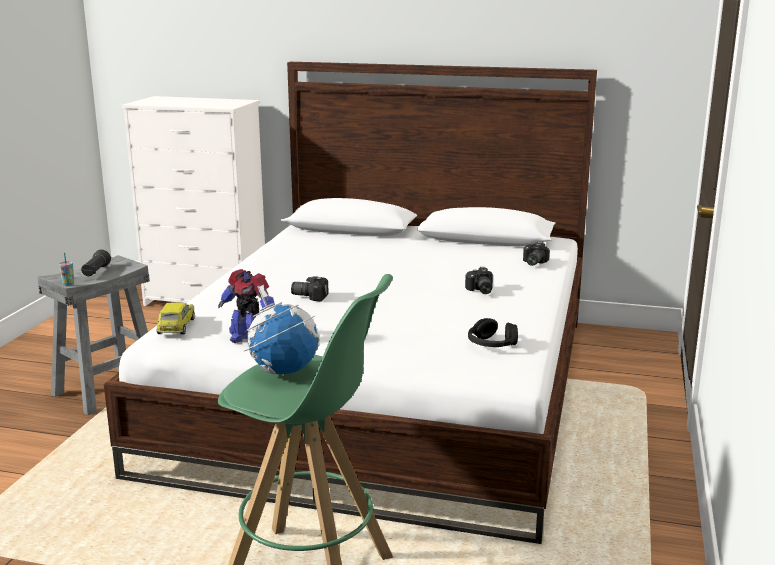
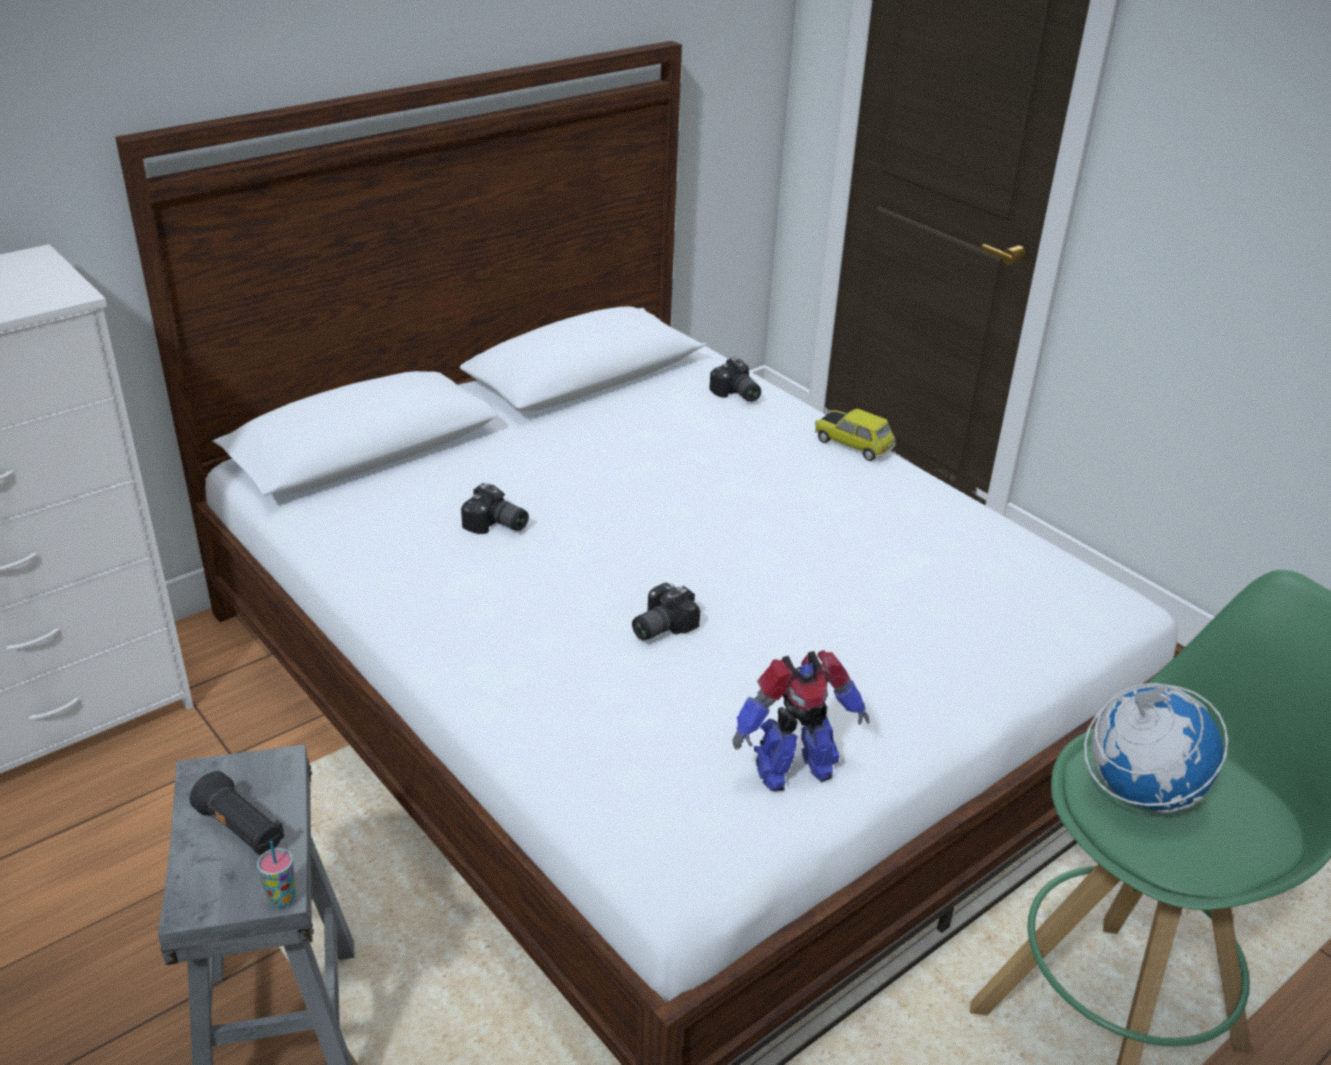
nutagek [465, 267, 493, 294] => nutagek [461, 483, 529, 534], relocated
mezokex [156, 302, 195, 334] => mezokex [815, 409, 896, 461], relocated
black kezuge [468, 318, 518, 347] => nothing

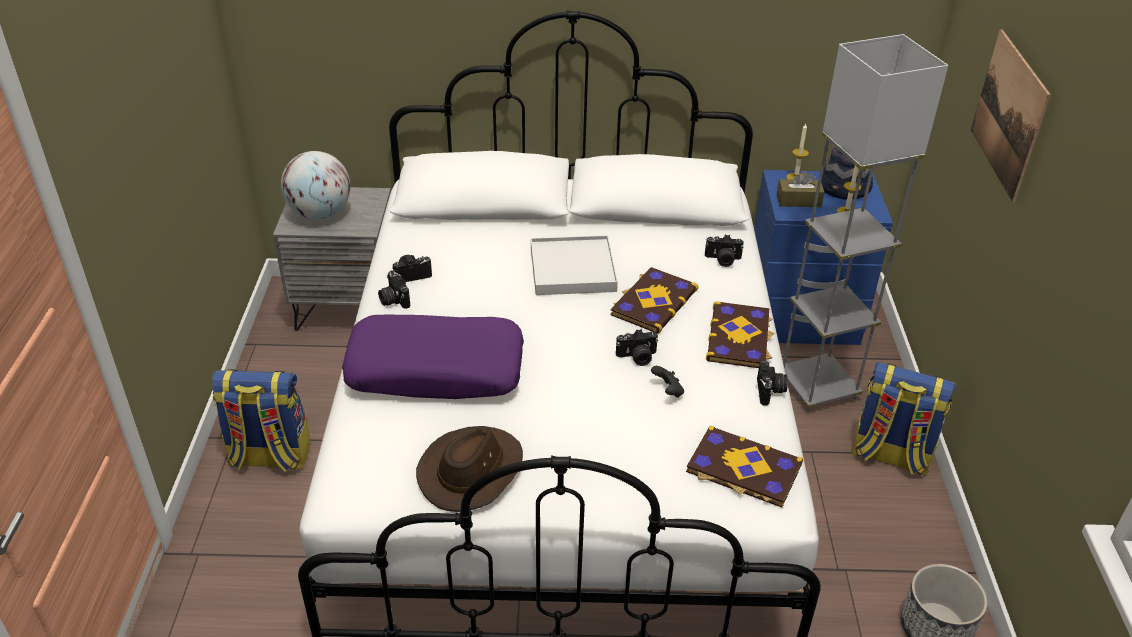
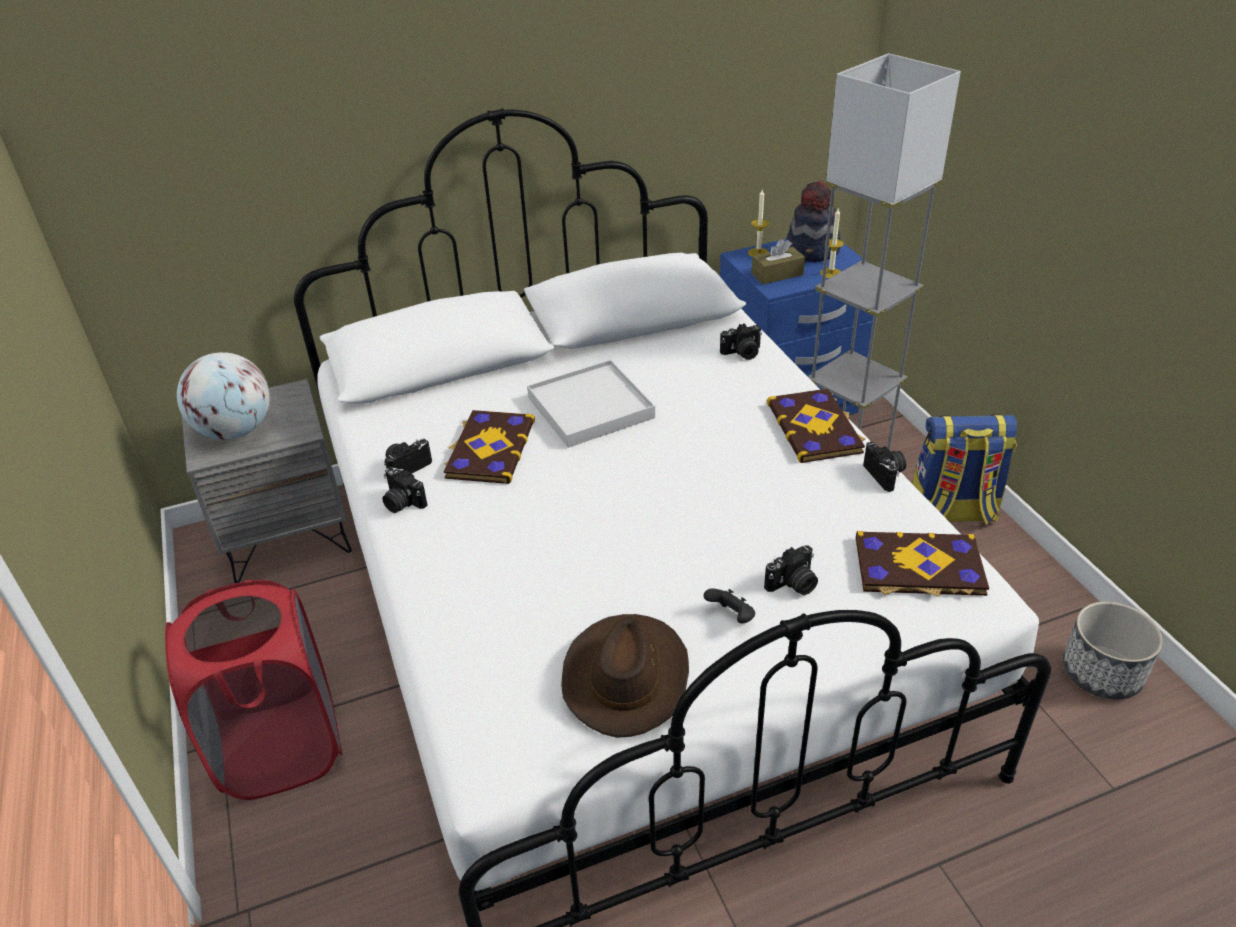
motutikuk [971, 29, 1051, 202] => nothing
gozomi [610, 267, 698, 334] => gozomi [444, 410, 535, 484], relocated
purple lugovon [342, 315, 524, 399] => nothing
nutagek [616, 329, 658, 366] => nutagek [764, 545, 818, 595], relocated
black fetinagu [651, 366, 684, 398] => black fetinagu [704, 588, 755, 623], relocated
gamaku [212, 369, 311, 472] => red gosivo [165, 580, 342, 800]

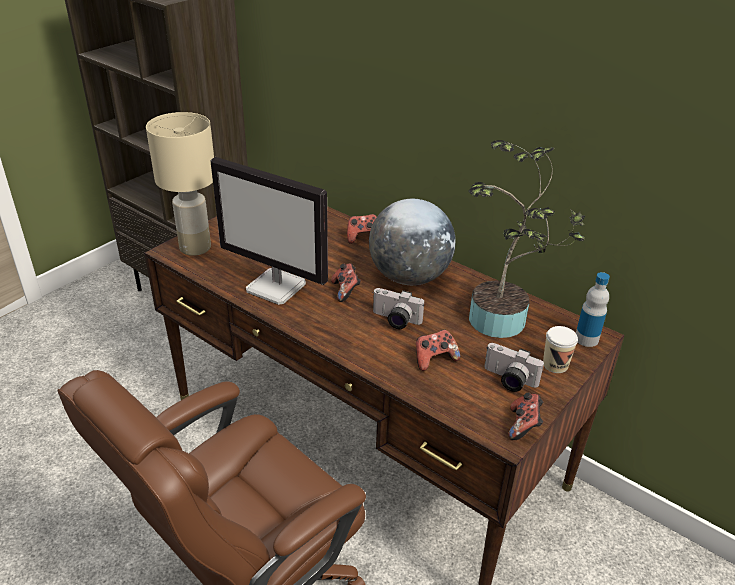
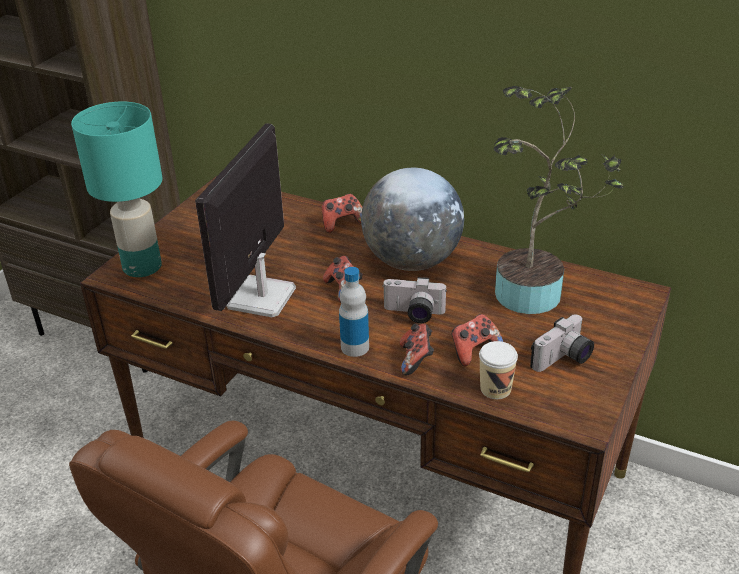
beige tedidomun [146, 112, 214, 256] => turquoise tedidomun [71, 102, 163, 277]
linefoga [210, 157, 328, 305] => linefoga [195, 123, 296, 317], 90 degrees clockwise
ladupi [576, 272, 610, 347] => ladupi [339, 267, 369, 357], relocated
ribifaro [543, 326, 578, 373] => ribifaro [479, 341, 518, 399], relocated
nutagek [484, 343, 544, 392] => nutagek [530, 315, 594, 372], 60 degrees counterclockwise
fetinagu [508, 392, 543, 440] => fetinagu [400, 323, 434, 375], relocated

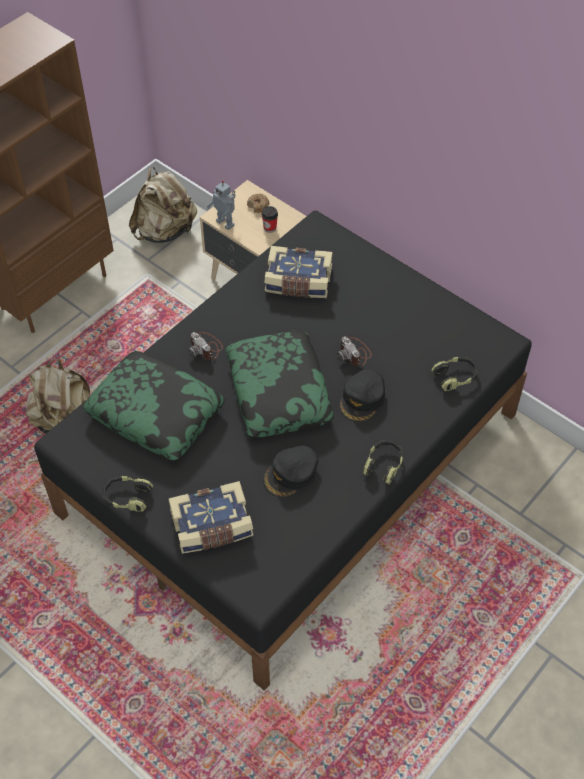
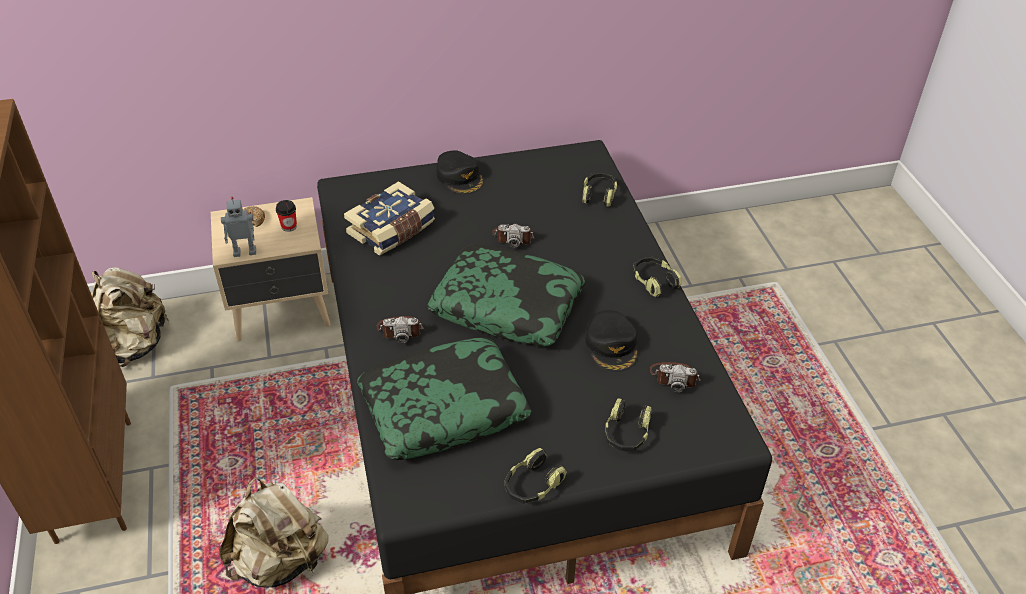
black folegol [339, 369, 386, 422] => black folegol [436, 150, 484, 195], relocated
gozomi [168, 481, 253, 554] => kezuge [605, 398, 651, 451]
nothing => nutagek [650, 362, 700, 393]

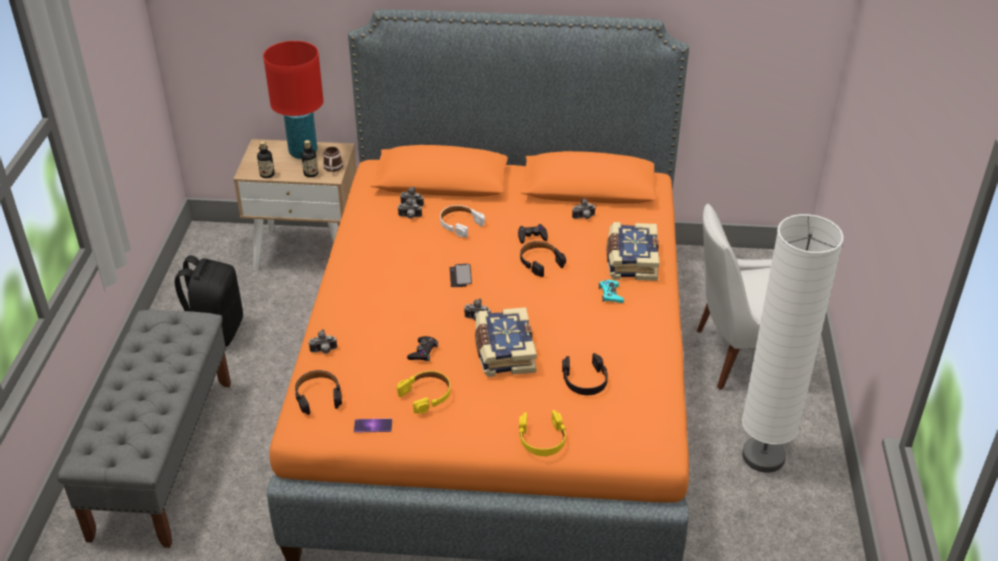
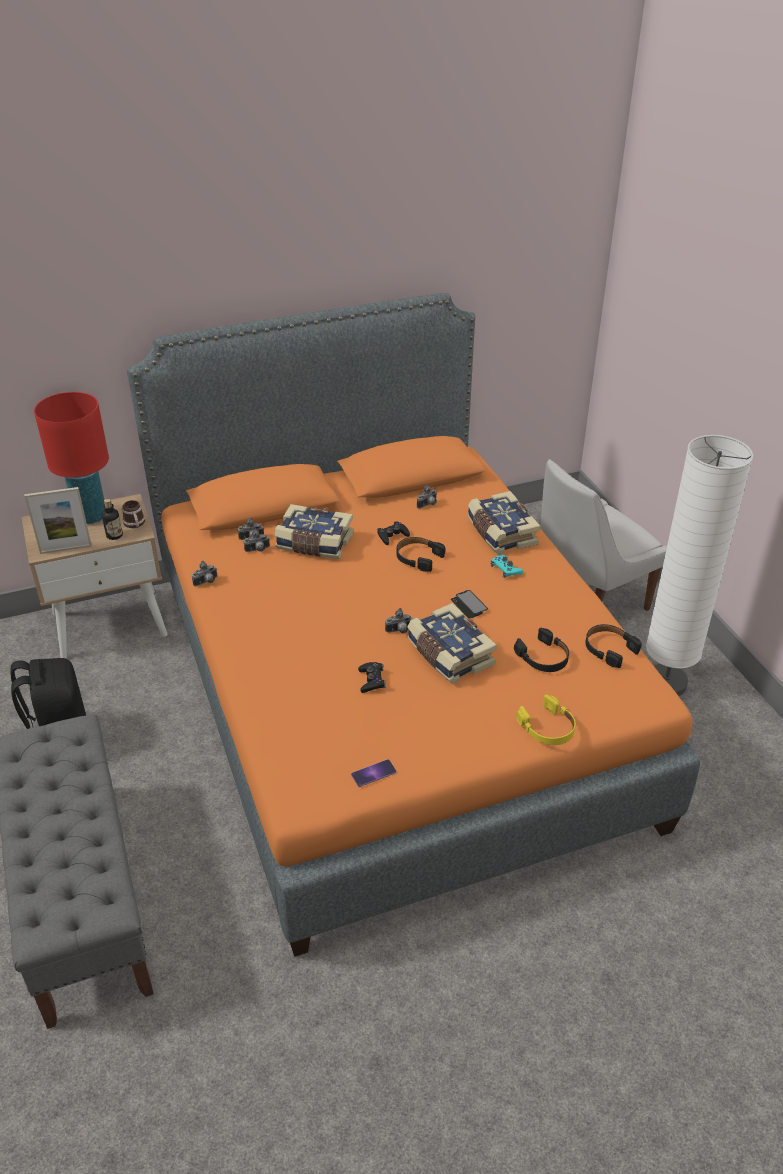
ladupi [257, 141, 275, 178] => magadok [25, 487, 92, 554]
white kezuge [440, 205, 485, 238] => gozomi [274, 504, 353, 559]
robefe [450, 264, 472, 287] => robefe [451, 590, 488, 619], relocated
nutagek [309, 329, 337, 354] => nutagek [192, 561, 217, 586], relocated
black kezuge [295, 370, 342, 415] => black kezuge [585, 624, 642, 668], relocated
yellow kezuge [397, 371, 451, 414] => nothing

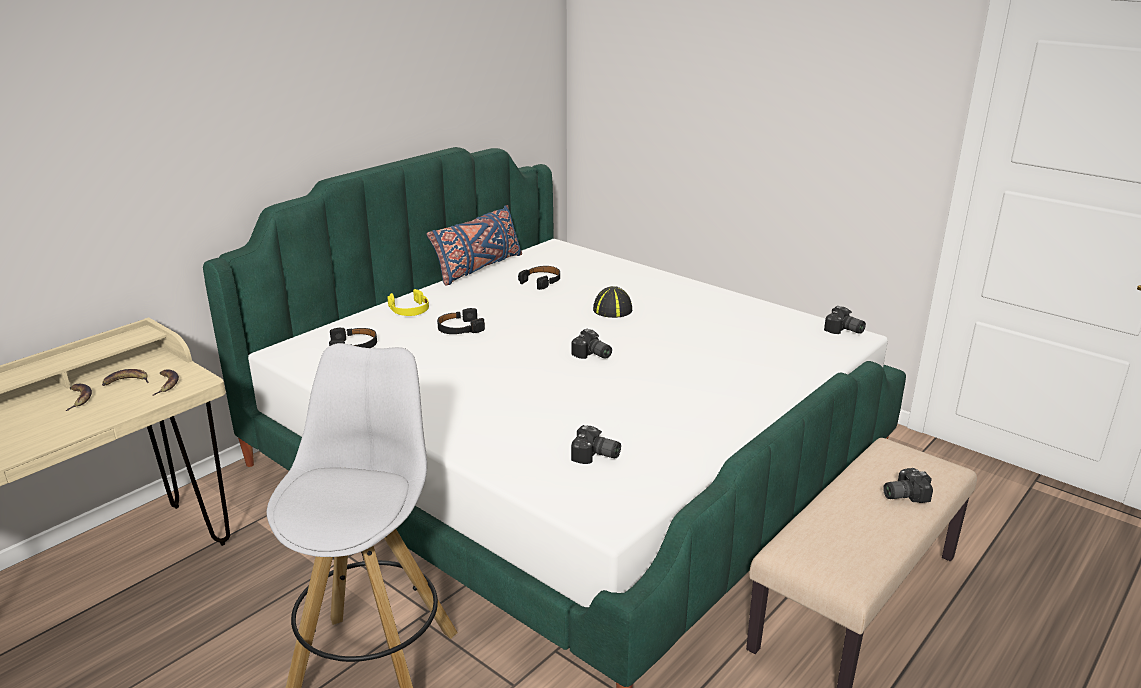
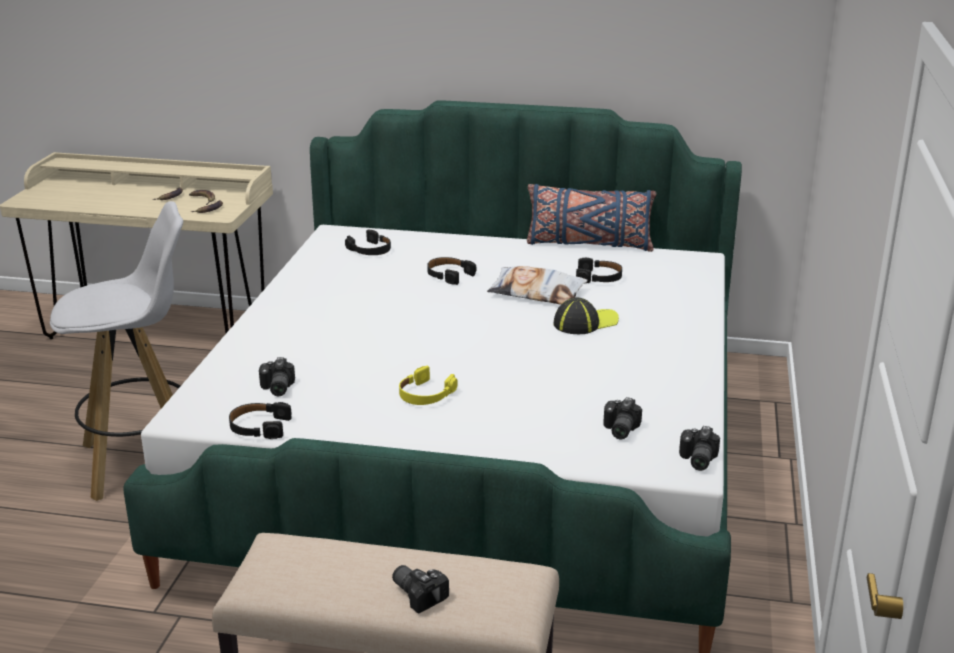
yellow kezuge [387, 289, 429, 316] => yellow kezuge [399, 366, 458, 405], relocated
nutagek [571, 329, 612, 359] => nutagek [604, 397, 642, 439], relocated
nothing => lugovon [487, 266, 588, 304]
nothing => black kezuge [229, 402, 292, 439]

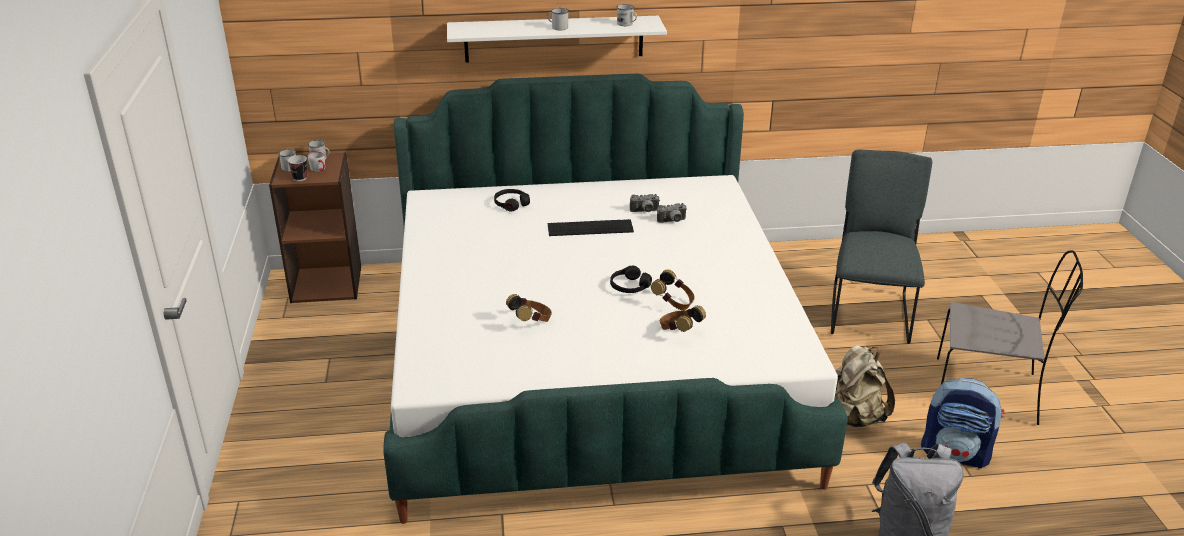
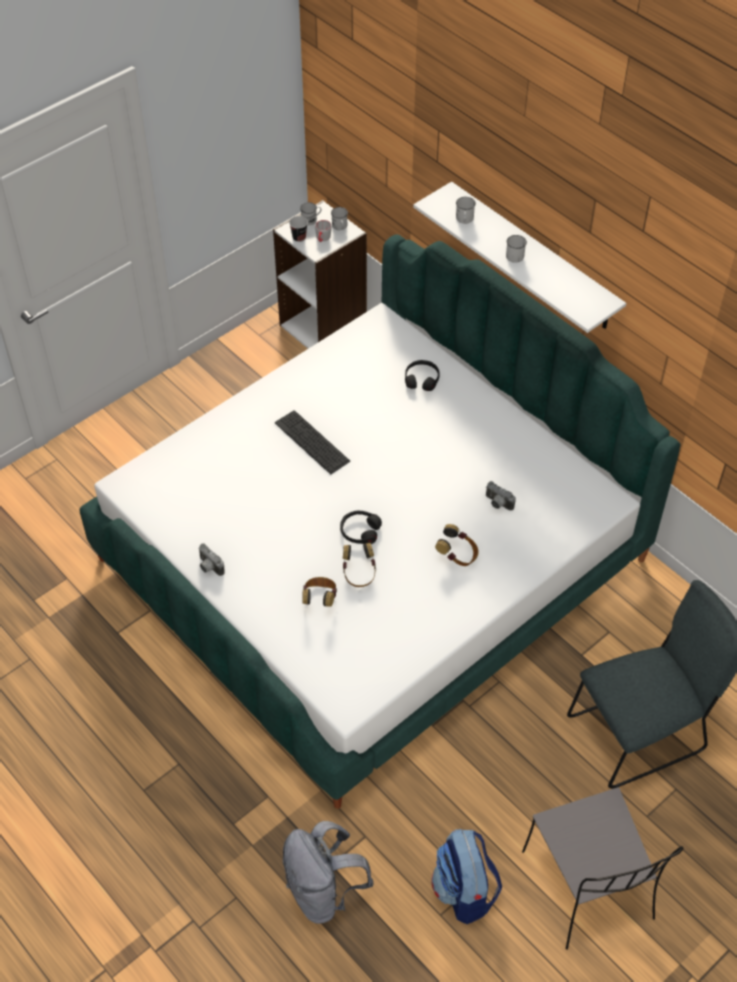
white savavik [617, 4, 637, 26] => white savavik [456, 197, 476, 224], relocated
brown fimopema [269, 152, 361, 303] => white fimopema [273, 200, 367, 349]
nutagek [630, 194, 659, 212] => nutagek [198, 543, 225, 576], relocated
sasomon [548, 219, 634, 236] => sasomon [275, 410, 350, 474], relocated
kezuge [506, 294, 552, 322] => kezuge [435, 524, 478, 566], relocated
beige gamaku [835, 345, 895, 427] => nothing

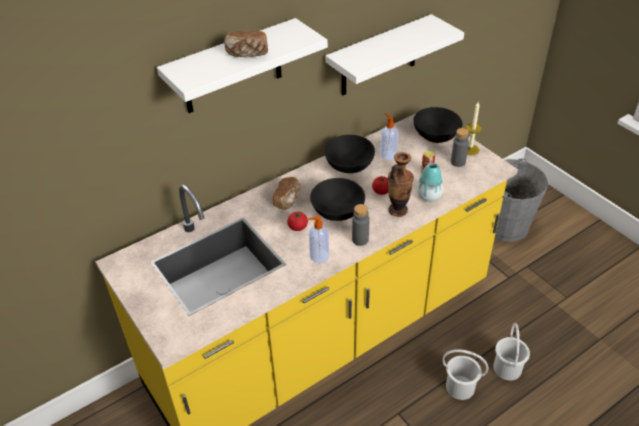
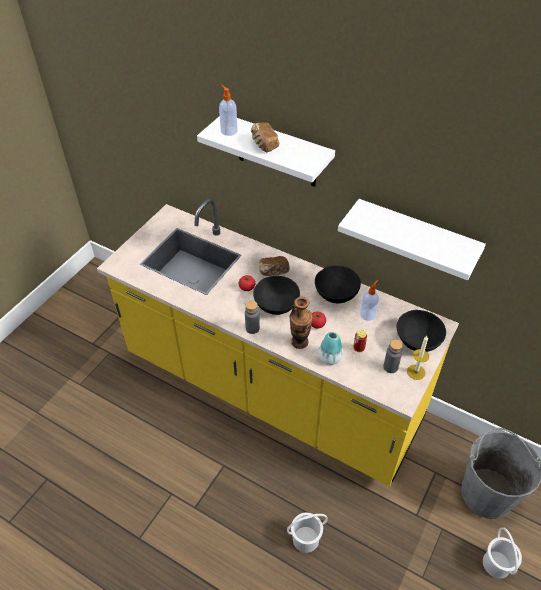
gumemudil [306, 216, 329, 263] => gumemudil [219, 85, 238, 136], relocated
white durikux [443, 349, 488, 400] => white durikux [483, 527, 522, 579], relocated

